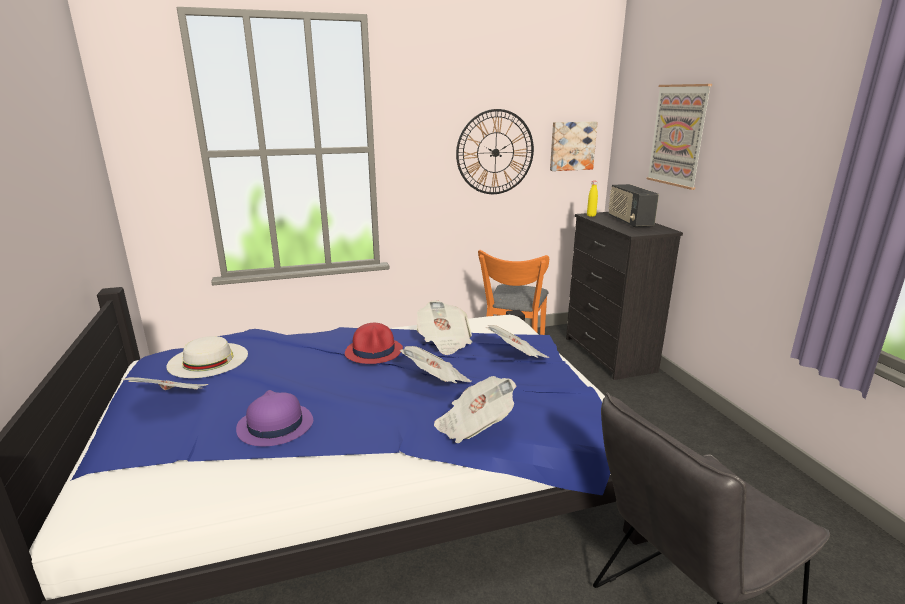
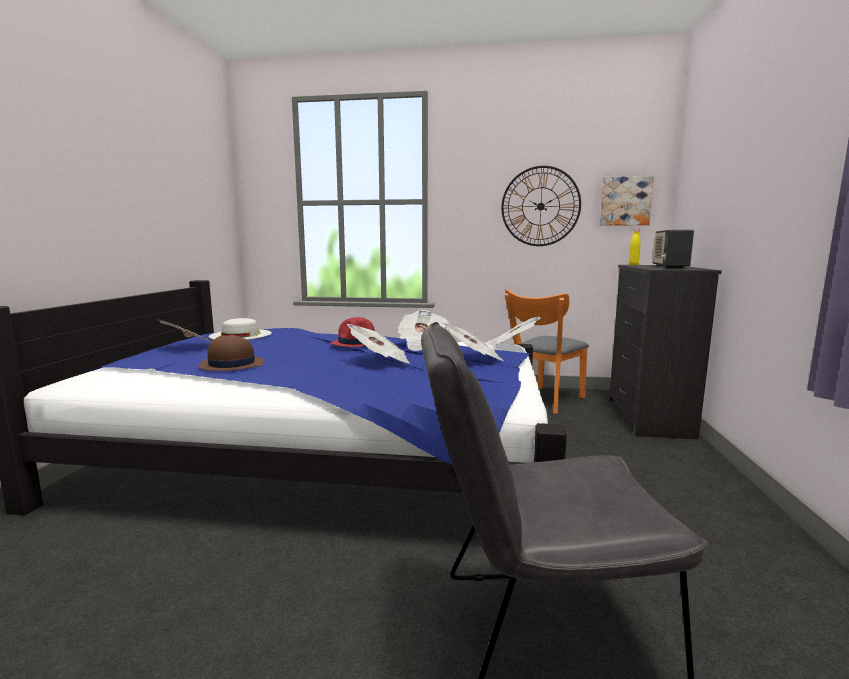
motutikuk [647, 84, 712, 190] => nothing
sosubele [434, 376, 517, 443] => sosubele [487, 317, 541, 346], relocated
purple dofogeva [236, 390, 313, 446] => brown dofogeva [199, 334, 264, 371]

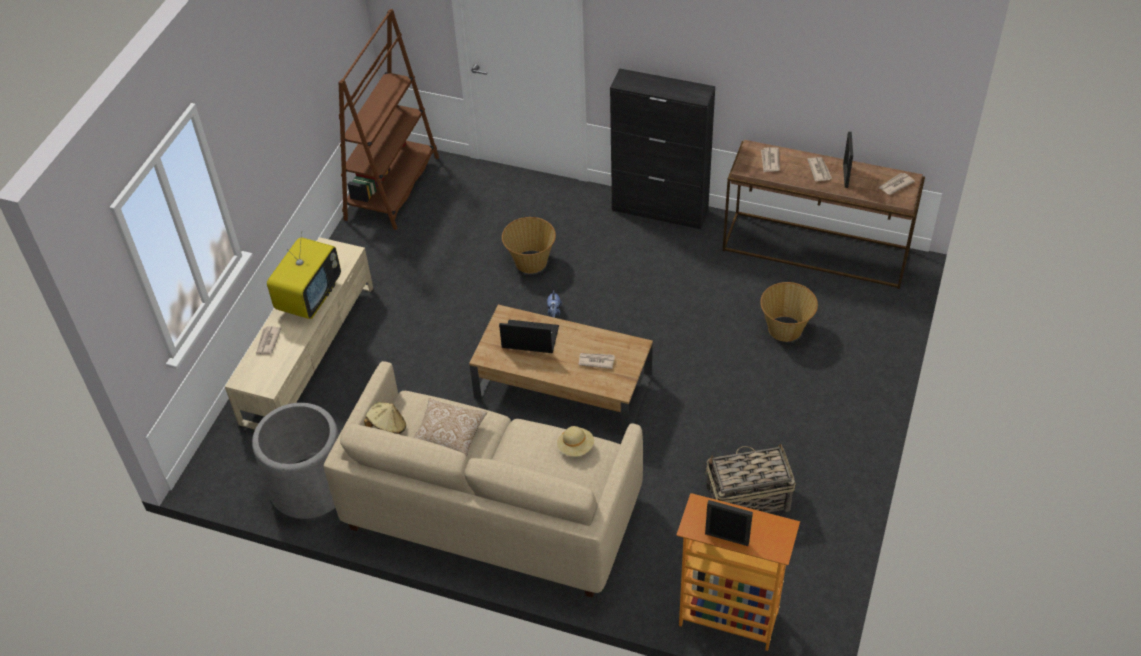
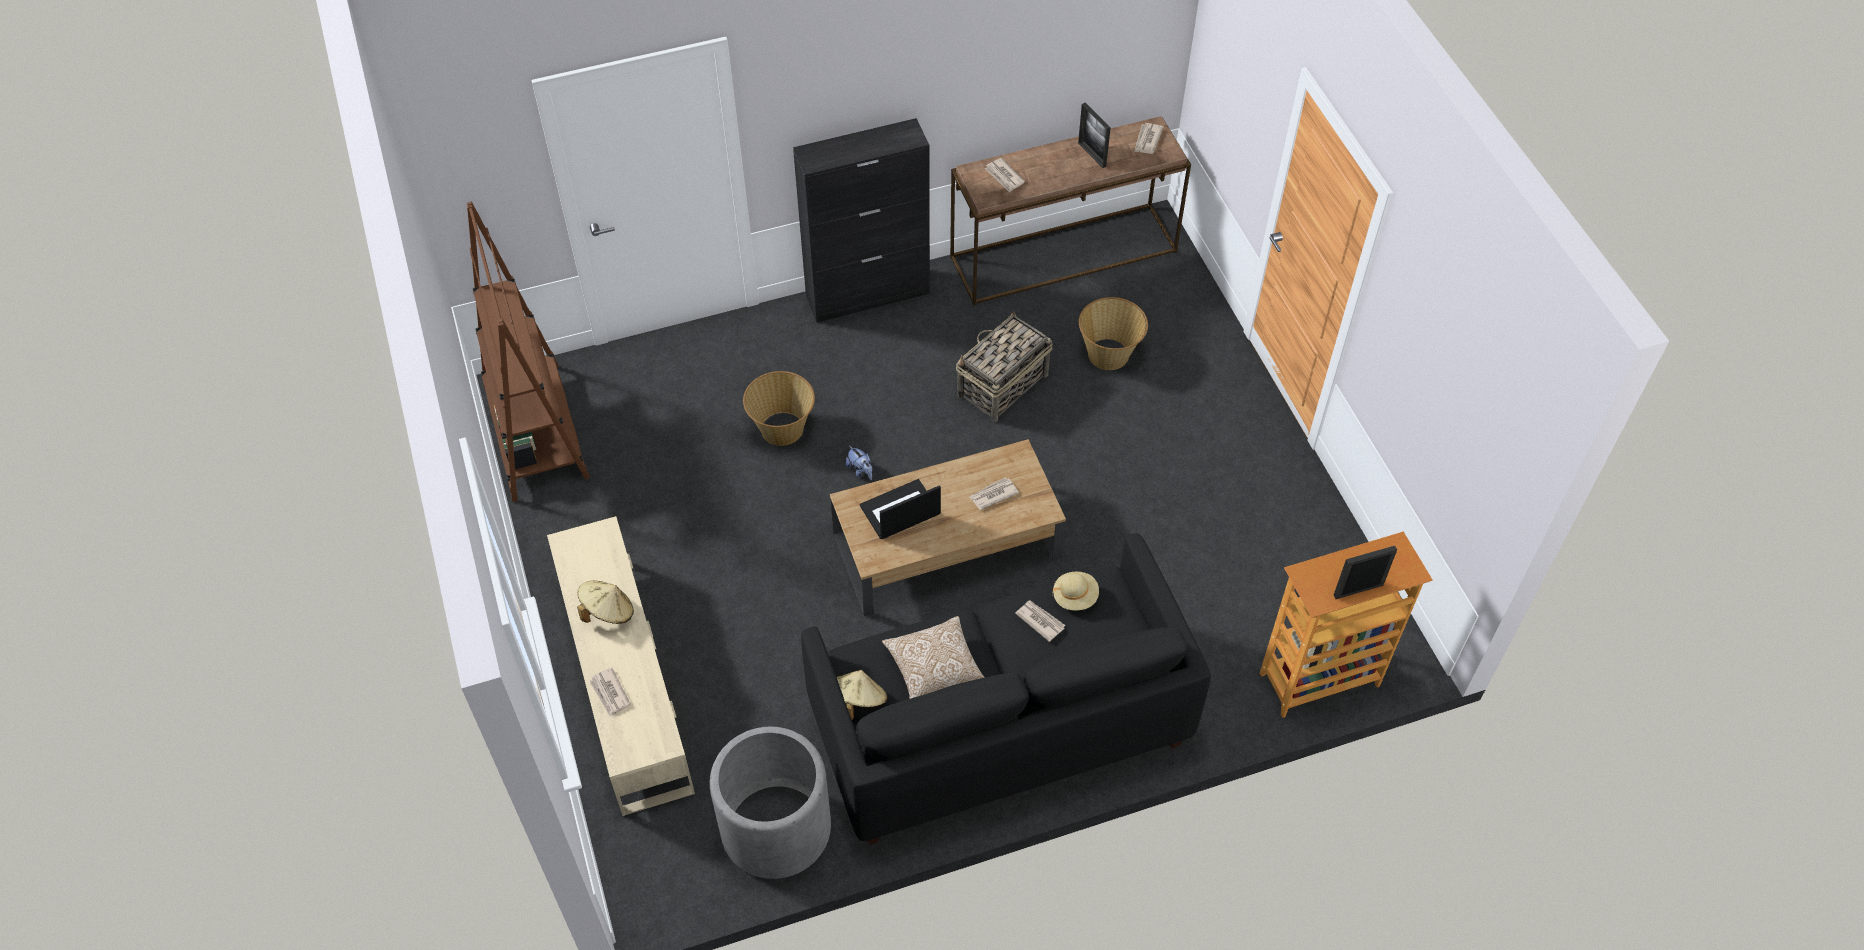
sosubele [807, 157, 832, 181] => sosubele [1015, 600, 1065, 642], relocated
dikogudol [267, 231, 341, 319] => beige dofogeva [577, 581, 634, 624]
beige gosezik [323, 361, 643, 598] => black gosezik [801, 533, 1211, 845]
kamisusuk [705, 443, 796, 513] => kamisusuk [956, 310, 1052, 422], relocated

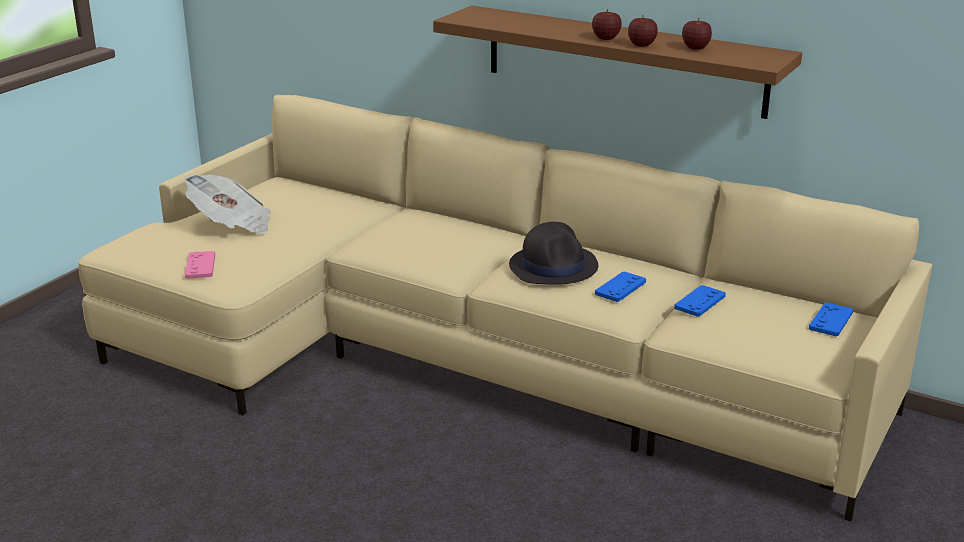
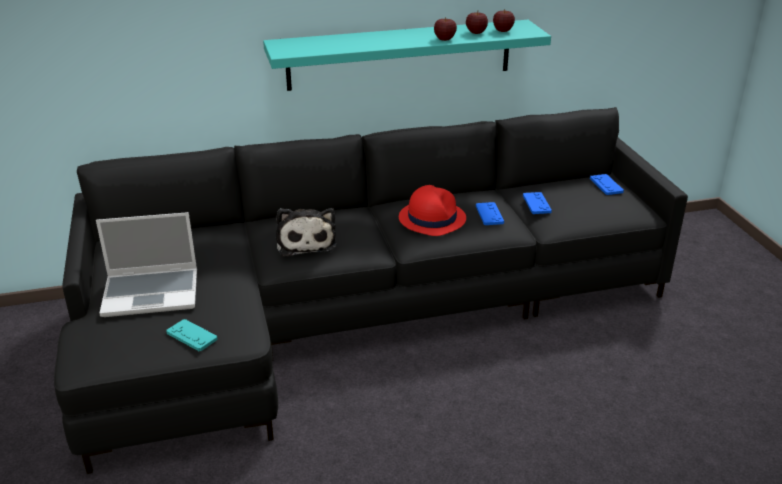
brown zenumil [433, 5, 802, 119] => turquoise zenumil [263, 20, 551, 91]
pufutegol [592, 9, 622, 40] => pufutegol [493, 10, 515, 32], relocated
beige gosezik [78, 95, 932, 521] => black gosezik [54, 107, 688, 474]
sosubele [185, 174, 271, 235] => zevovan [96, 212, 197, 317]
black dofogeva [509, 222, 598, 285] => red dofogeva [399, 185, 466, 236]
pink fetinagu [185, 251, 215, 279] => turquoise fetinagu [166, 319, 218, 351]
nothing => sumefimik [276, 208, 336, 257]

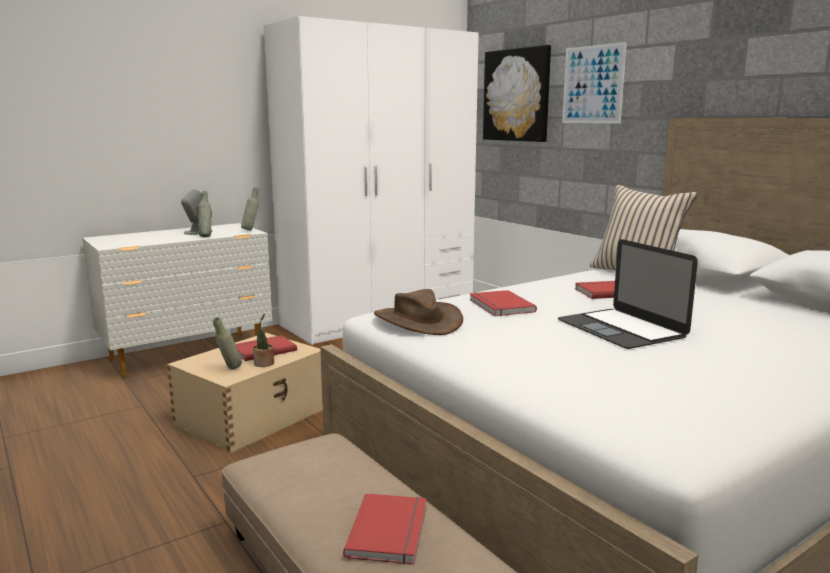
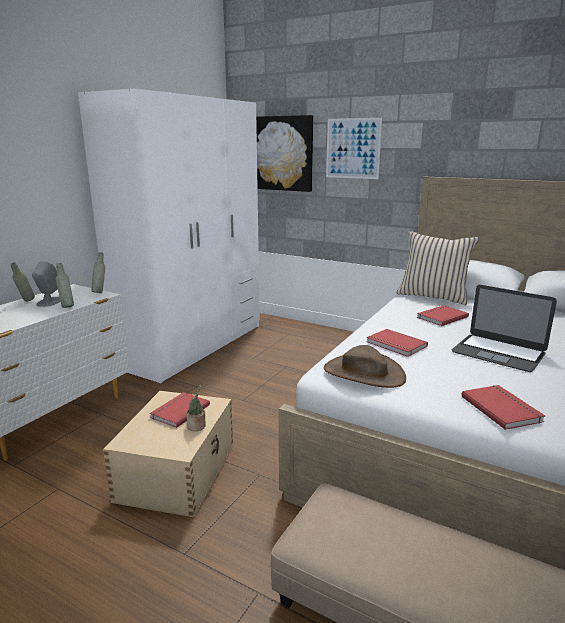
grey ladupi [213, 317, 242, 369] => grey ladupi [11, 262, 35, 301], relocated
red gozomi [343, 493, 427, 564] => red gozomi [461, 385, 545, 430], relocated

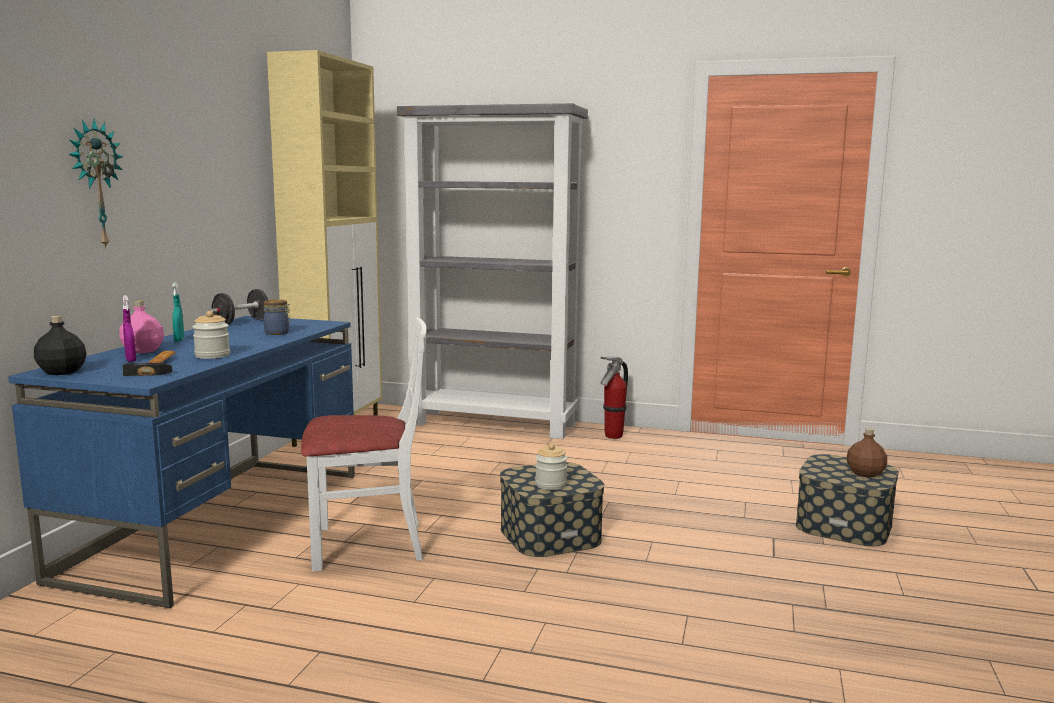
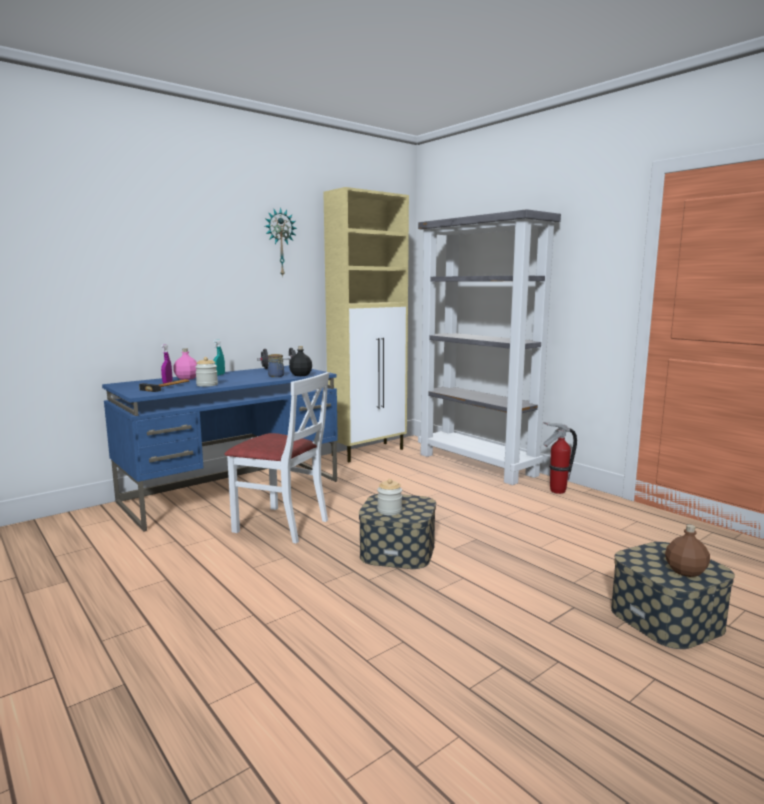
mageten [68, 118, 123, 249] => mageten [265, 207, 297, 276], relocated
black ladupi [34, 315, 87, 375] => black ladupi [289, 346, 312, 376], relocated

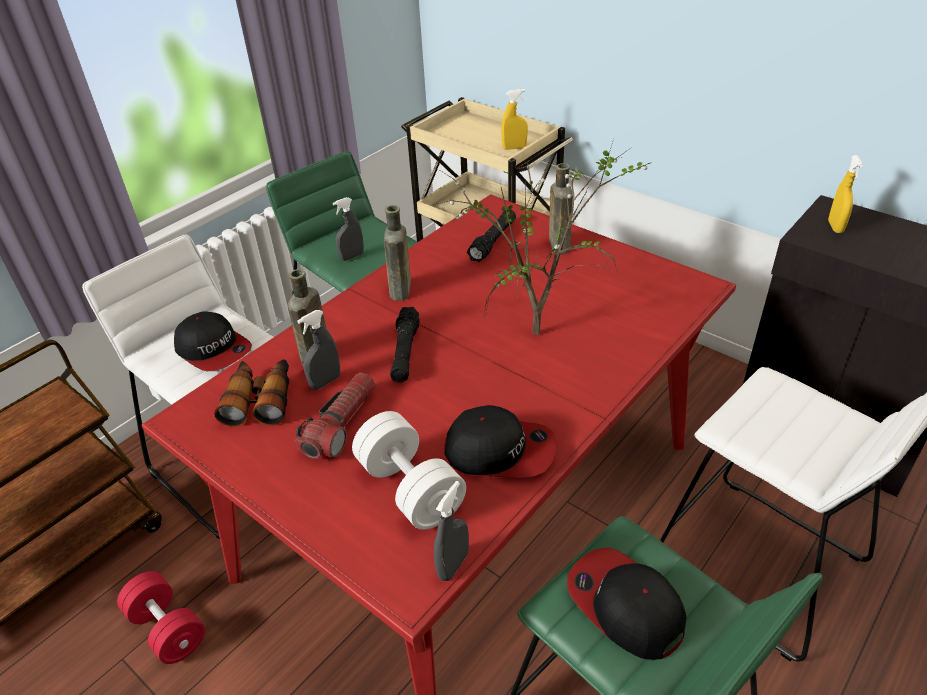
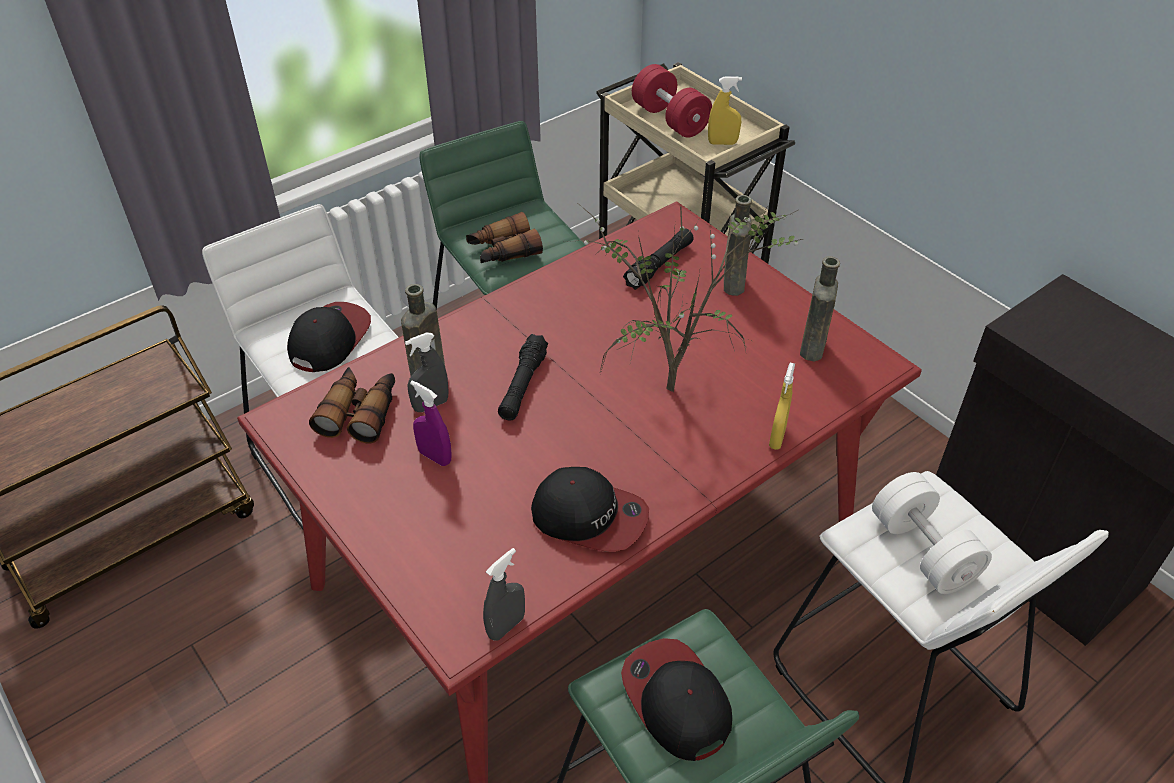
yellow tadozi [828, 155, 863, 233] => yellow tadozi [769, 363, 795, 450], relocated
grey tadozi [332, 197, 364, 261] => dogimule [466, 212, 543, 263]
brown ladupi [384, 205, 411, 301] => brown ladupi [800, 256, 840, 361], relocated
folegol [174, 311, 252, 371] => folegol [287, 302, 371, 372], 120 degrees counterclockwise
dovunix [295, 373, 375, 459] => purple tadozi [410, 381, 452, 466]
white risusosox [352, 411, 466, 530] => white risusosox [872, 472, 992, 594], relocated
red risusosox [117, 571, 205, 664] => red risusosox [632, 64, 712, 138], relocated

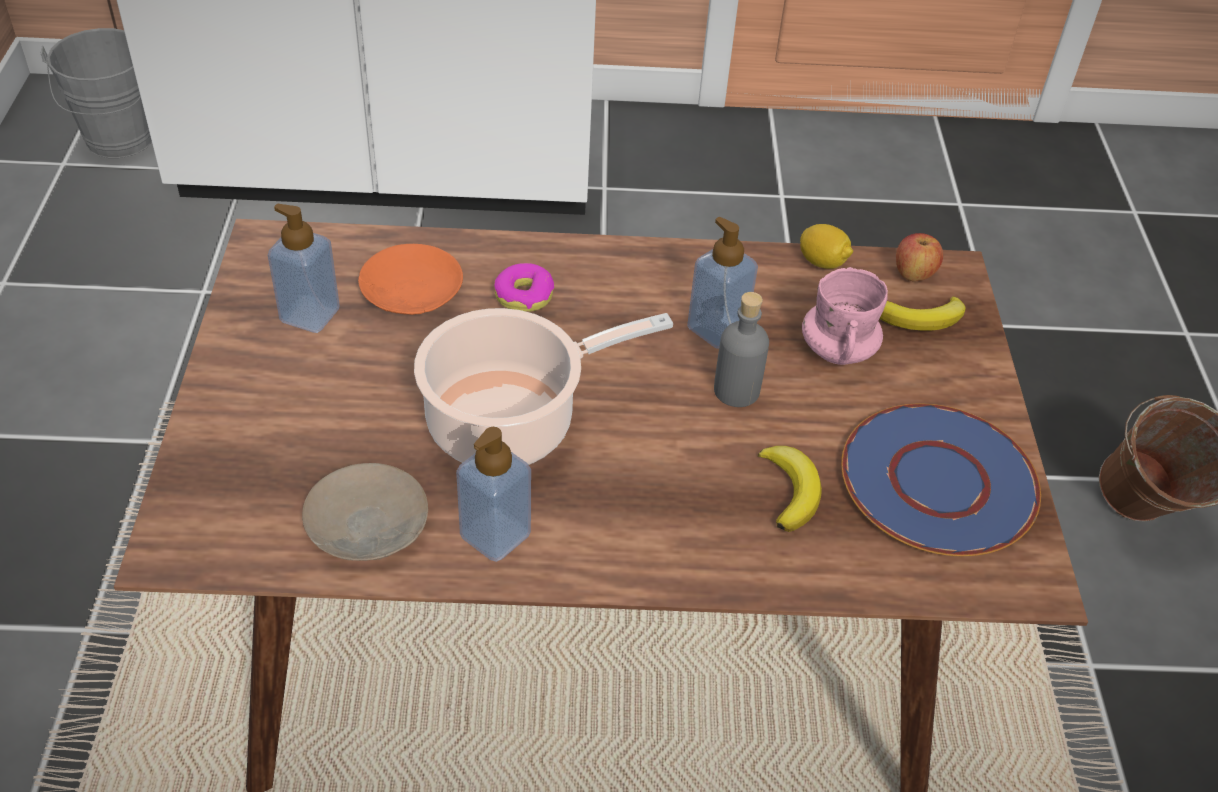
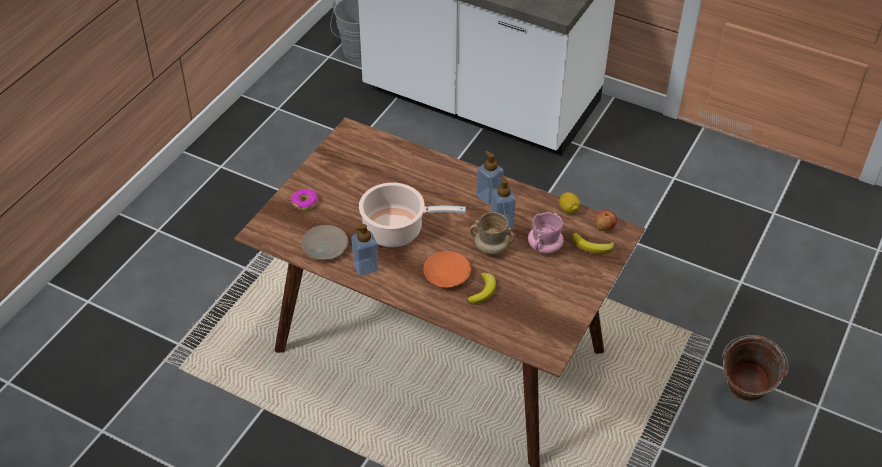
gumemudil [268, 204, 340, 333] => gumemudil [476, 151, 504, 205], relocated
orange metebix [358, 244, 463, 315] => orange metebix [423, 251, 471, 288], relocated
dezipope [494, 263, 554, 312] => dezipope [291, 189, 318, 211], relocated
grey ladupi [714, 292, 769, 407] => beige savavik [470, 212, 515, 255]
blue metebix [841, 404, 1041, 556] => nothing

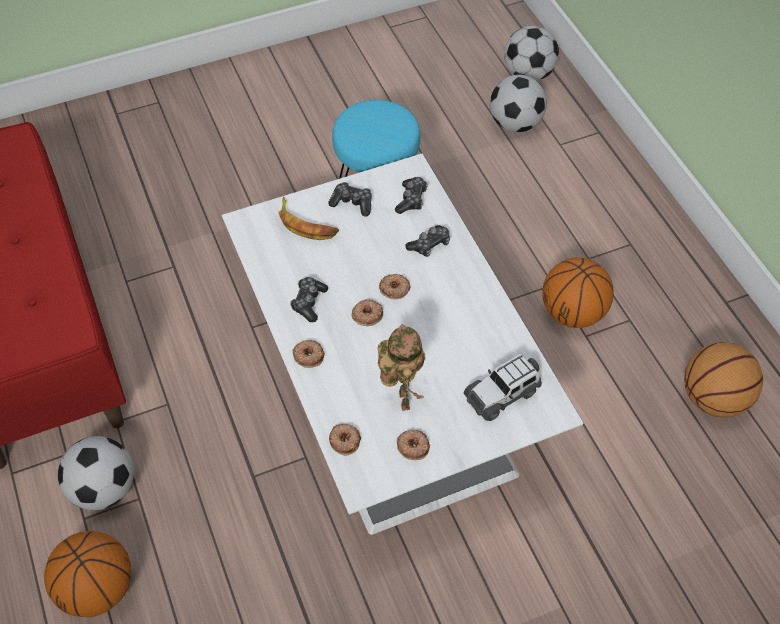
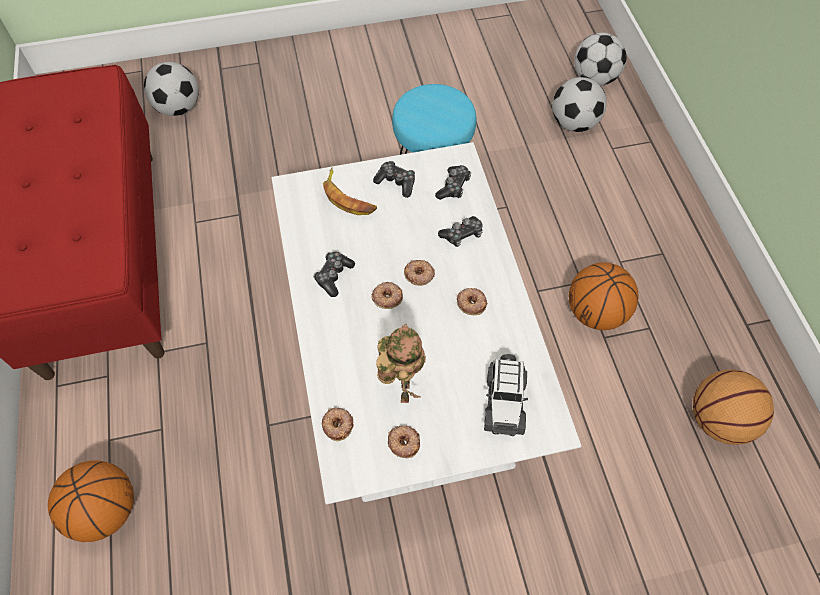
dezipope [292, 340, 324, 368] => dezipope [457, 288, 487, 315], relocated
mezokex [464, 354, 542, 421] => mezokex [484, 354, 528, 436], 60 degrees counterclockwise
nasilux [58, 436, 134, 510] => nasilux [144, 62, 199, 116], relocated

